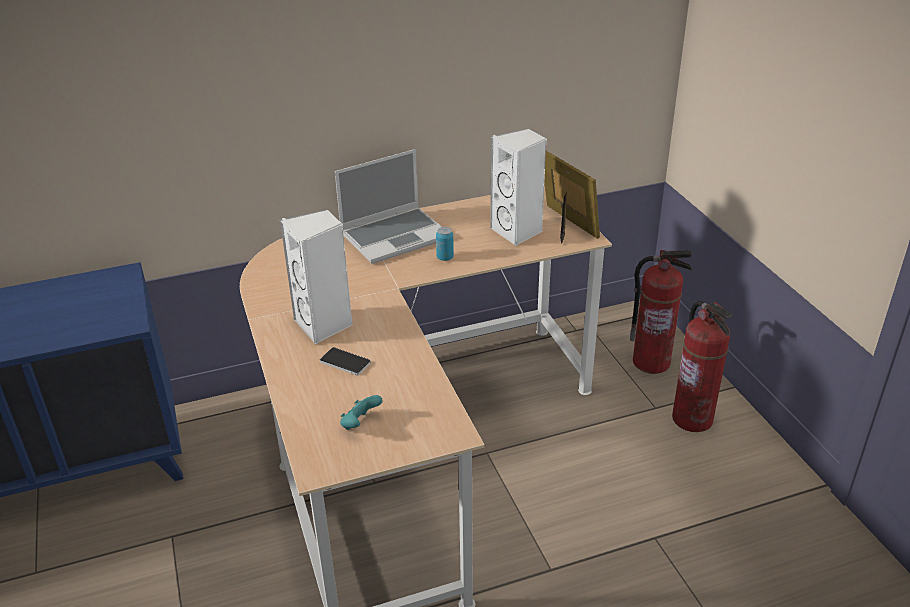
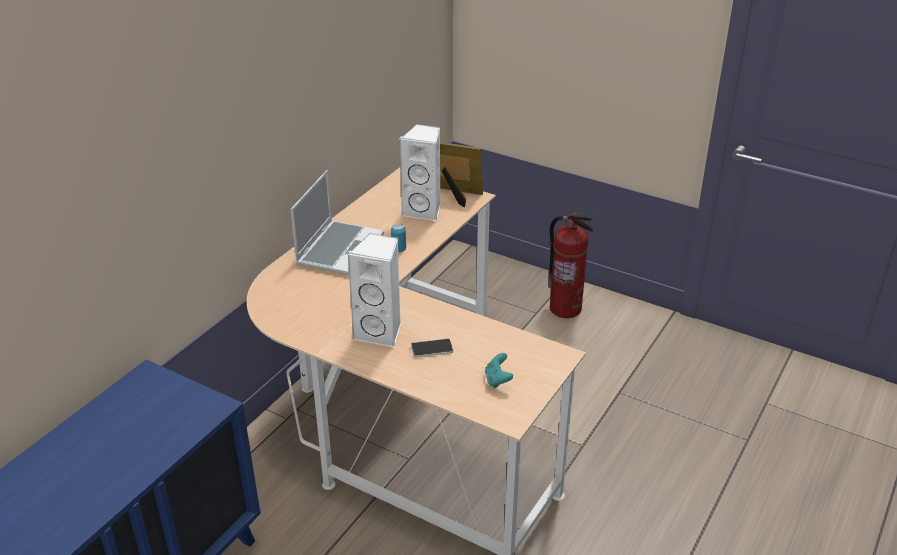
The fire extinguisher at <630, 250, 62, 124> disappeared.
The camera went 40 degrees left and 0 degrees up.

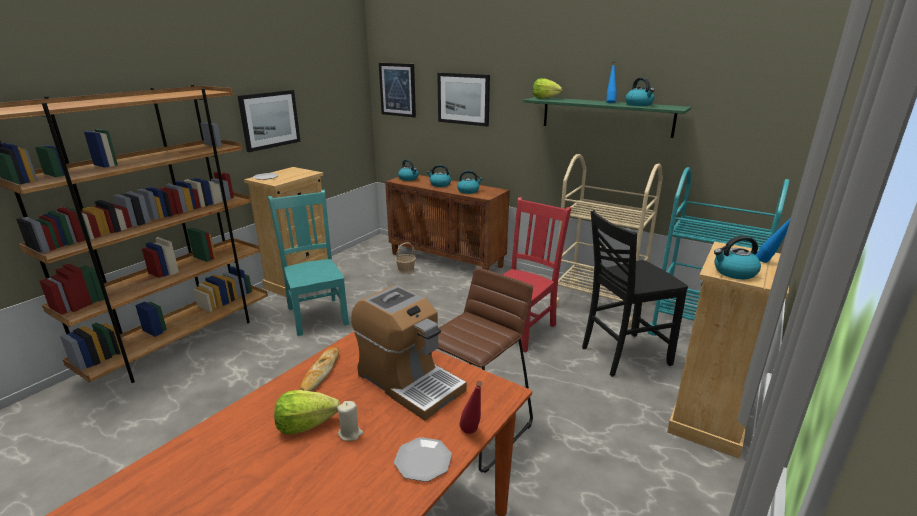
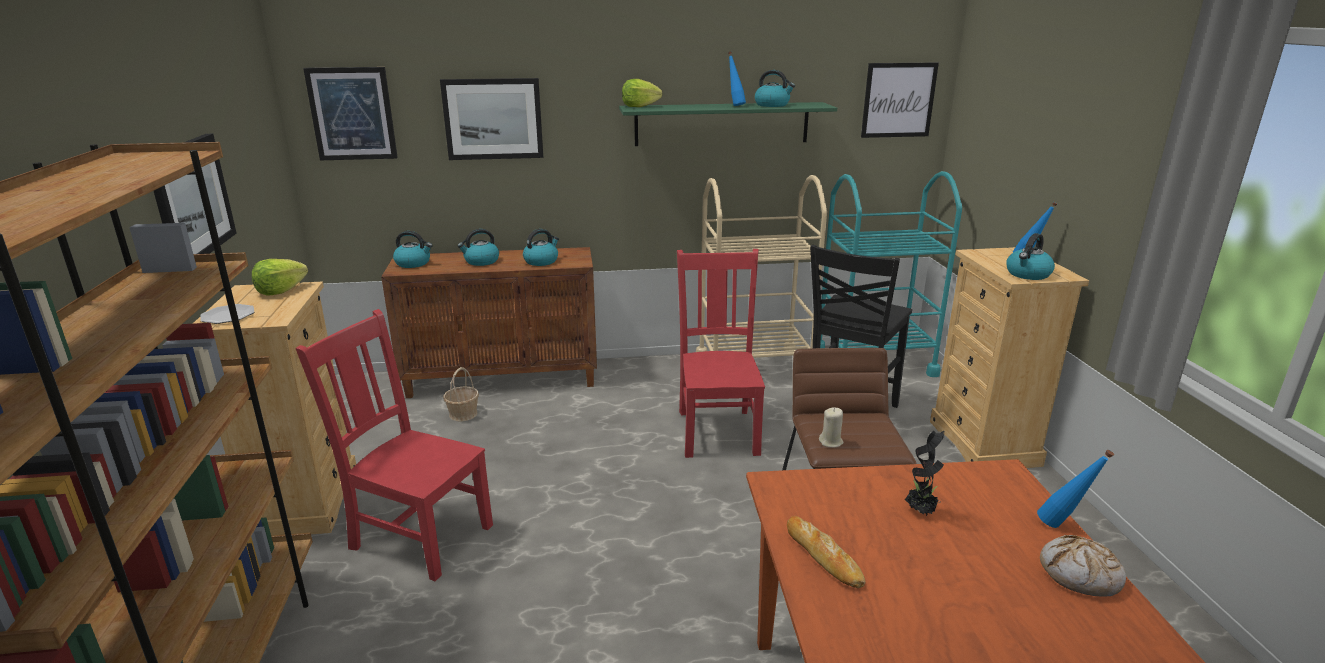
The chair in blue-green at <268, 190, 81, 146> became the chair in red-coloured at <296, 309, 197, 272>.
The lettuce head moved from <274, 390, 66, 44> to <252, 259, 56, 37>.
The wax light in beige moved from <337, 401, 26, 40> to <819, 407, 25, 41>.
The coffee machine at <351, 285, 116, 136> was replaced by the potted plant at <905, 430, 40, 86>.
The flat dish at <394, 437, 58, 45> was replaced by the bakery bread at <1040, 535, 86, 62>.
The bottle in red-coloured at <459, 381, 23, 53> became the bottle in blue-coloured at <1037, 450, 77, 78>.
The wall art at <861, 63, 78, 75> appeared.
The camera went 40 degrees left and 0 degrees up.

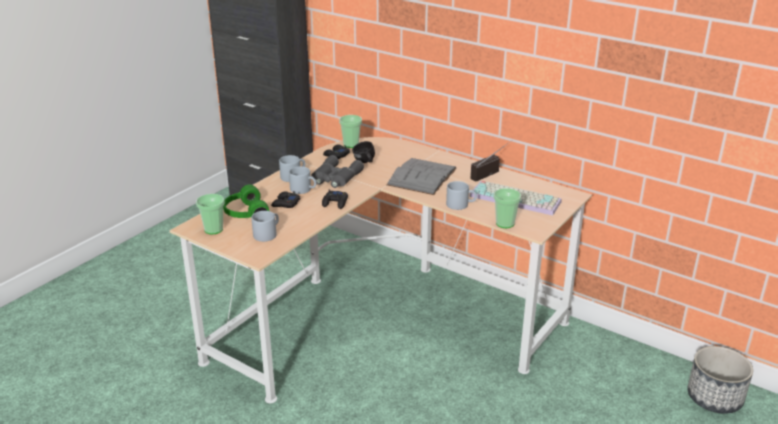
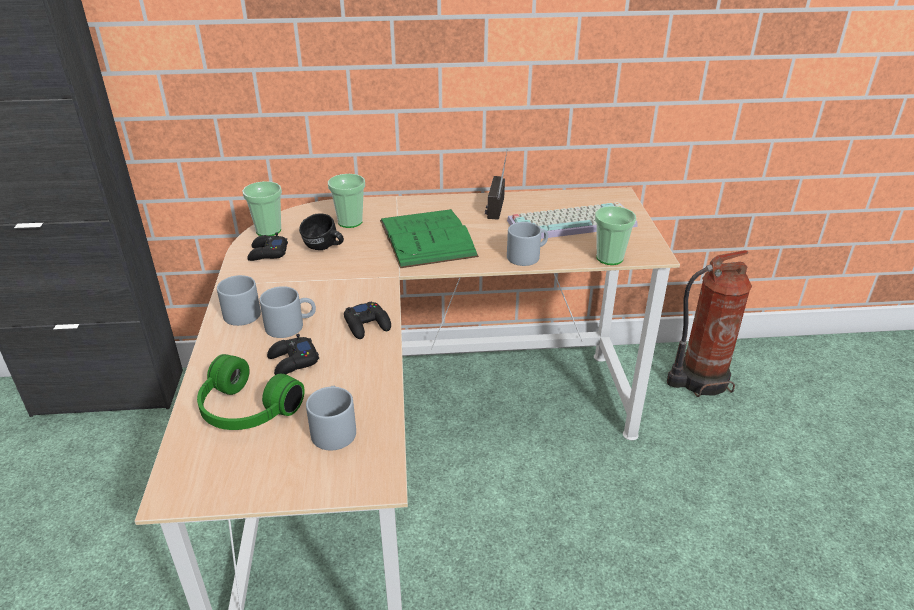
The small cup moved from <196, 194, 29, 41> to <328, 174, 37, 54>.
The pair of binoculars in gray at <311, 155, 53, 33> disappeared.
The bound book in gray at <386, 158, 71, 37> became the bound book in greenish at <380, 209, 99, 59>.
The plant pot at <687, 346, 66, 68> disappeared.
The fire extinguisher at <667, 250, 85, 147> appeared.
The camera went 40 degrees left and 5 degrees up.

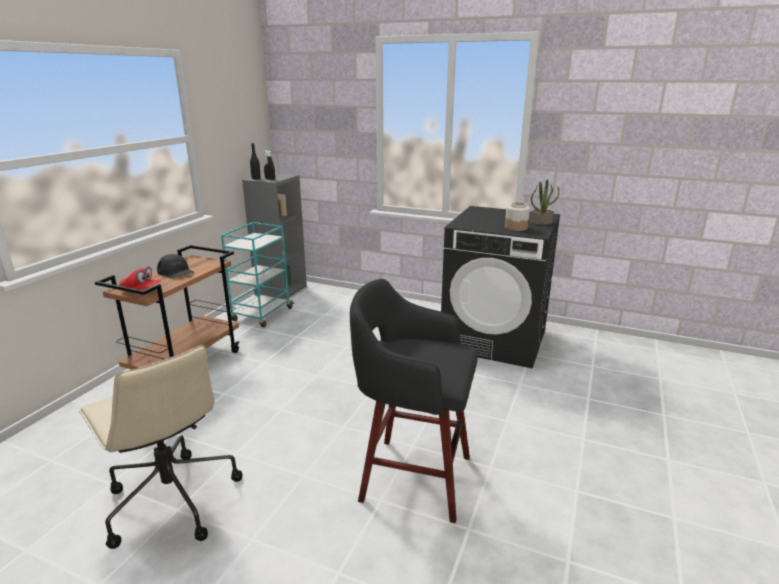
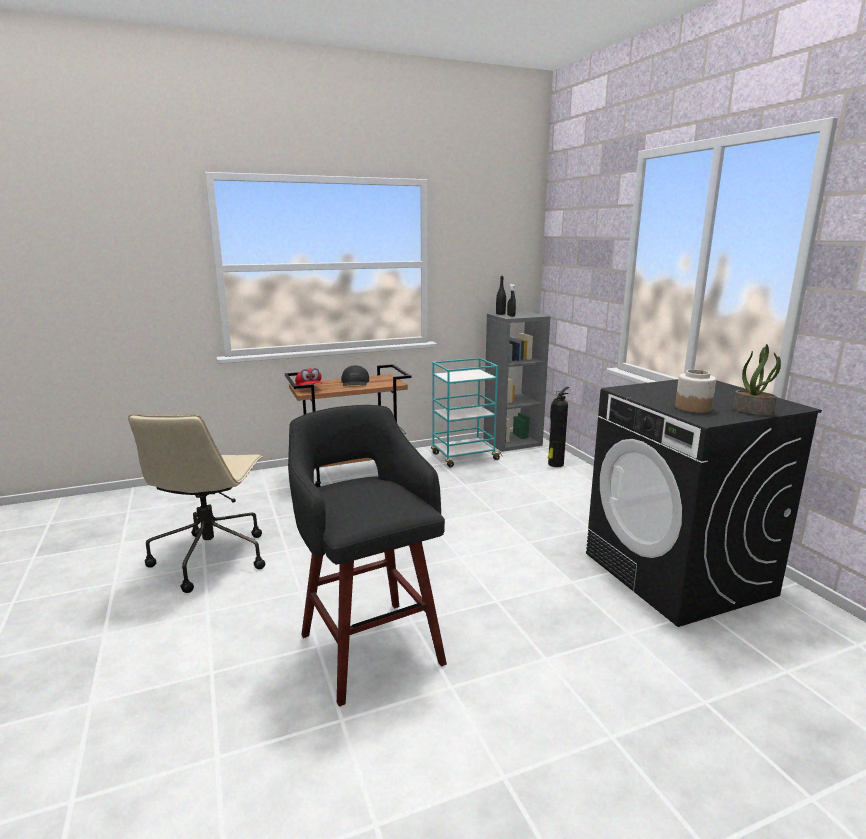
The fire extinguisher at <548, 387, 21, 80> appeared.
The camera went 45 degrees right and 5 degrees down.

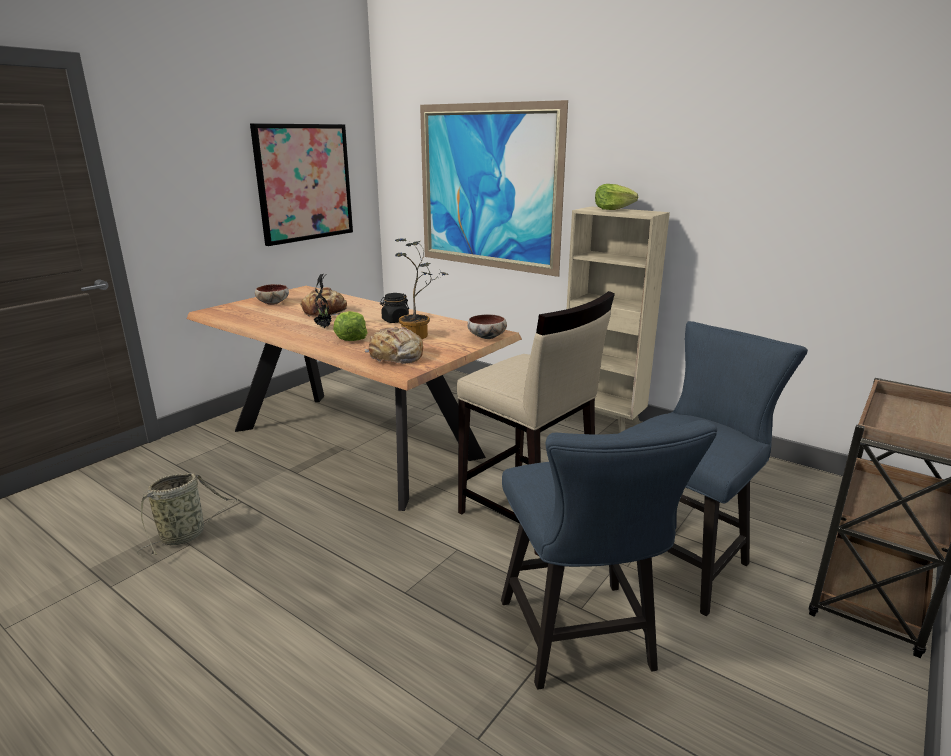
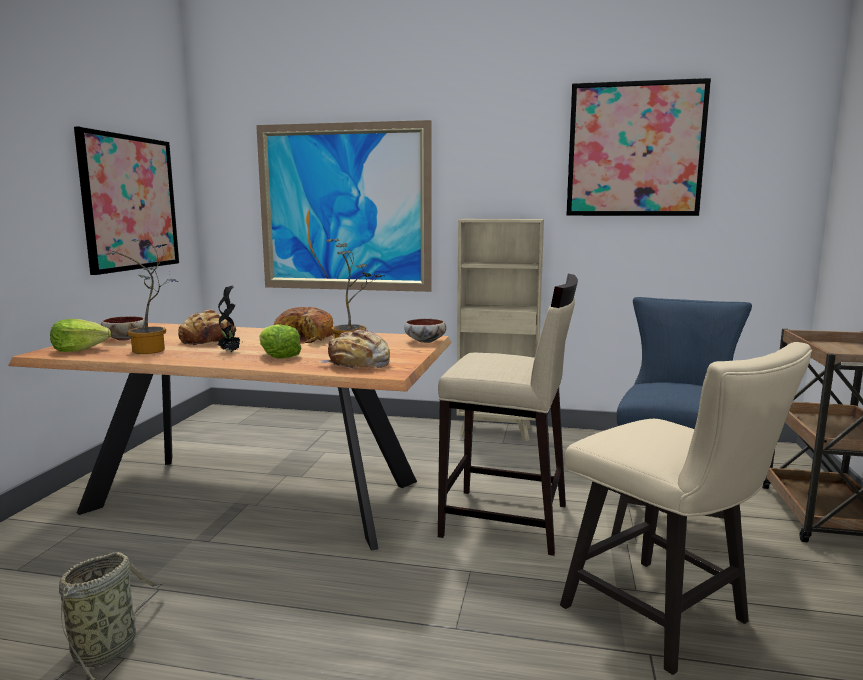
The storage jar in black-coloured at <380, 293, 29, 30> was replaced by the bakery bread at <273, 307, 61, 37>.
The chair in blue-coloured at <501, 420, 216, 269> became the chair in beige at <560, 342, 252, 333>.
The lettuce head moved from <595, 184, 43, 26> to <50, 319, 61, 33>.
The potted plant at <106, 239, 73, 115> appeared.
The wall art at <566, 78, 145, 138> appeared.
The camera went 25 degrees left and 10 degrees down.

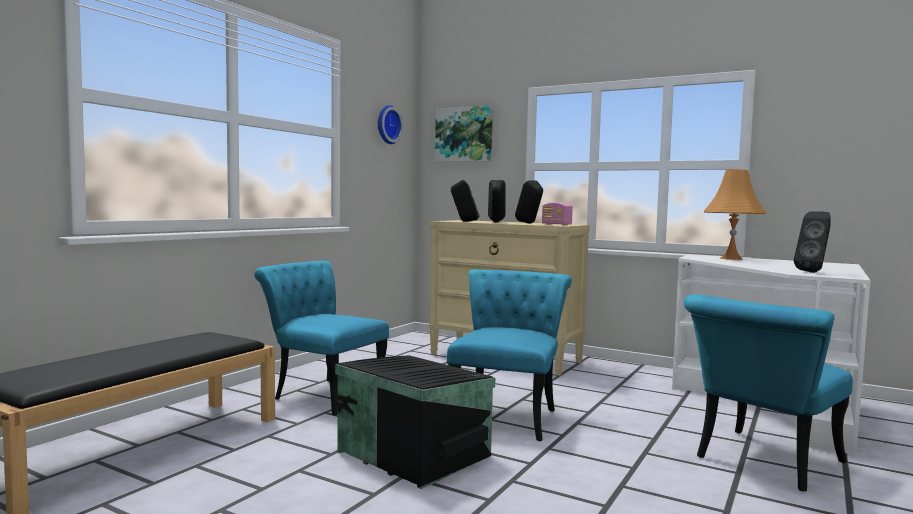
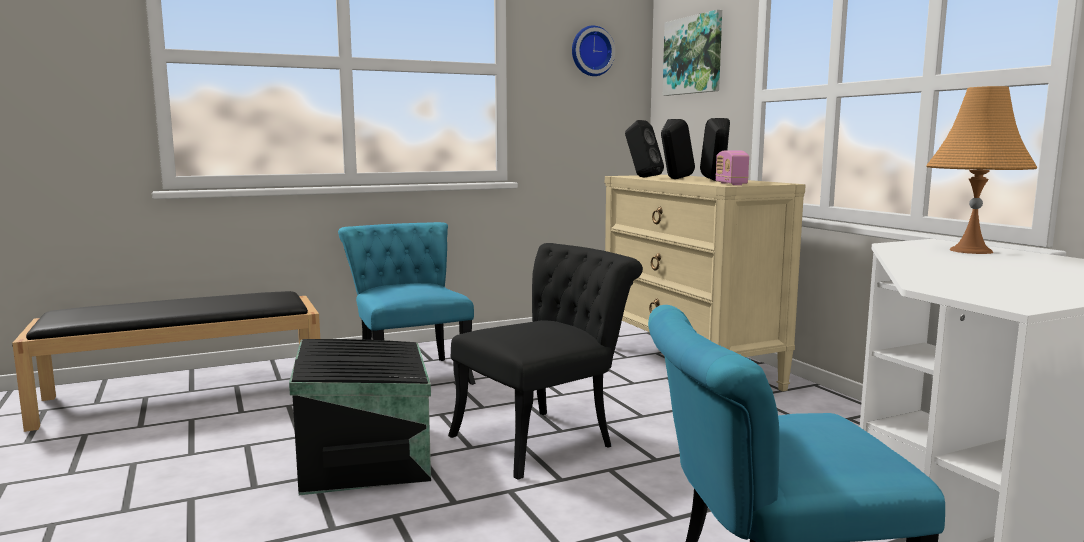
The chair in blue-green at <447, 269, 125, 172> became the chair in black-coloured at <448, 243, 195, 237>.
The speaker in black-coloured at <794, 211, 36, 62> disappeared.
The camera went 35 degrees right and 5 degrees up.

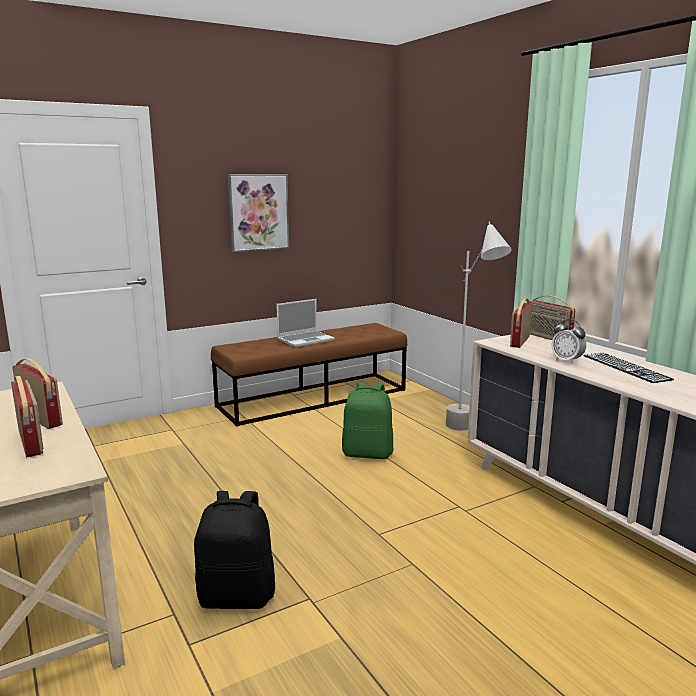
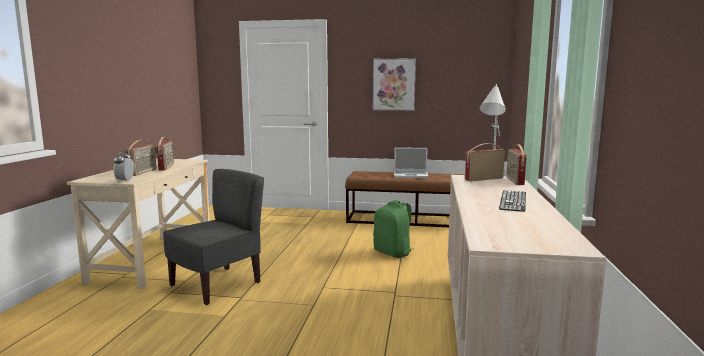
The backpack in black-coloured at <194, 491, 81, 118> was replaced by the chair in gray at <163, 169, 101, 136>.
The alarm clock moved from <552, 319, 34, 45> to <113, 150, 21, 33>.
The camera went 40 degrees right and 5 degrees down.

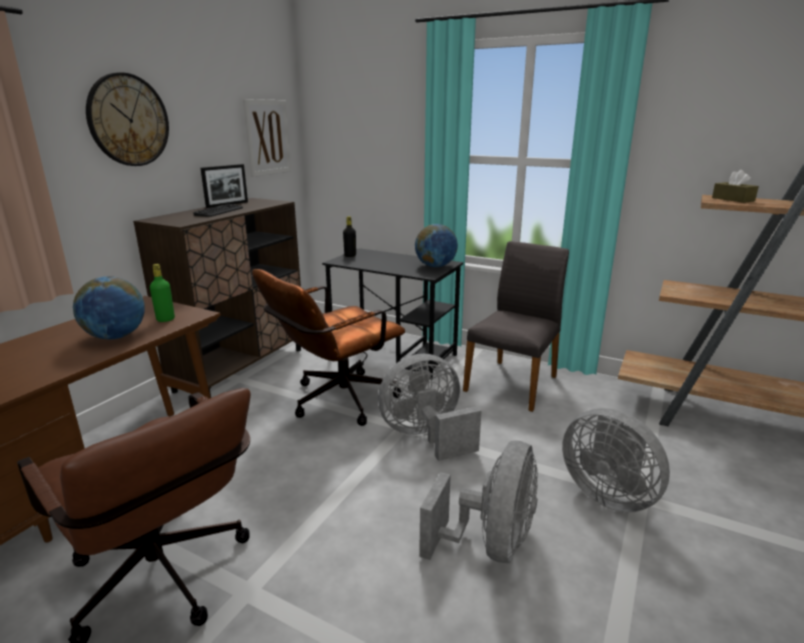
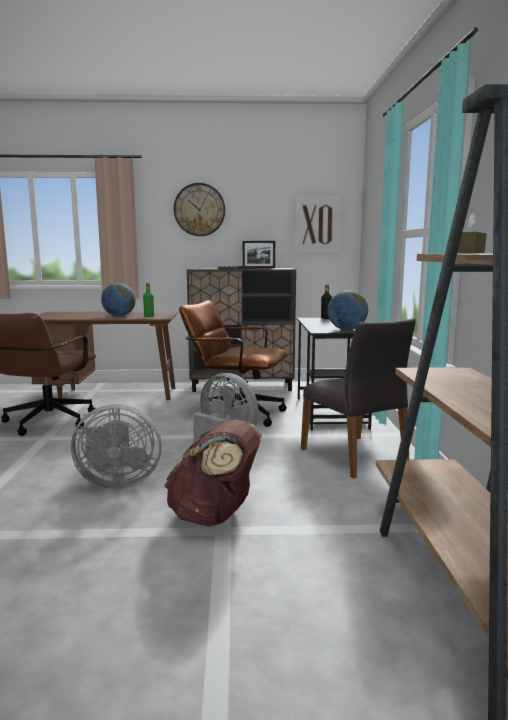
The chair in gray at <463, 241, 106, 171> turned 60 degrees clockwise.
The electric fan in gray at <562, 408, 108, 104> was replaced by the backpack in brownish at <165, 420, 97, 106>.
The camera went 60 degrees right and 10 degrees down.

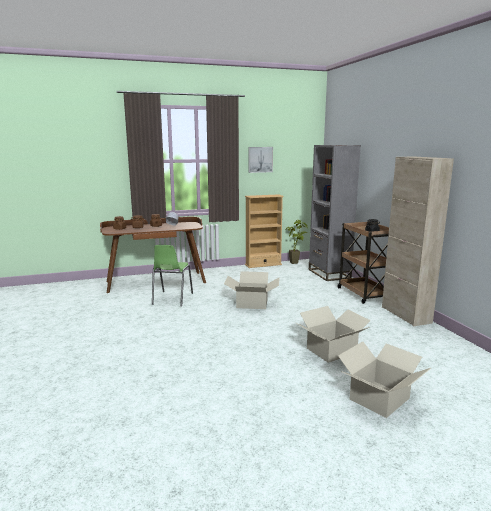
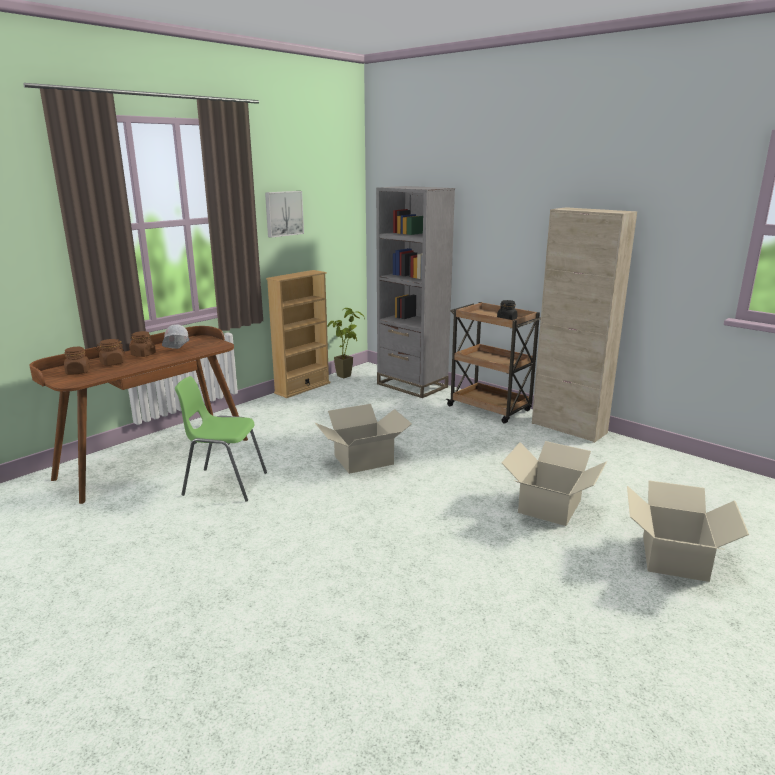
The chair in greenish at <152, 245, 41, 61> turned 120 degrees clockwise.
The camera went 30 degrees left and 5 degrees up.

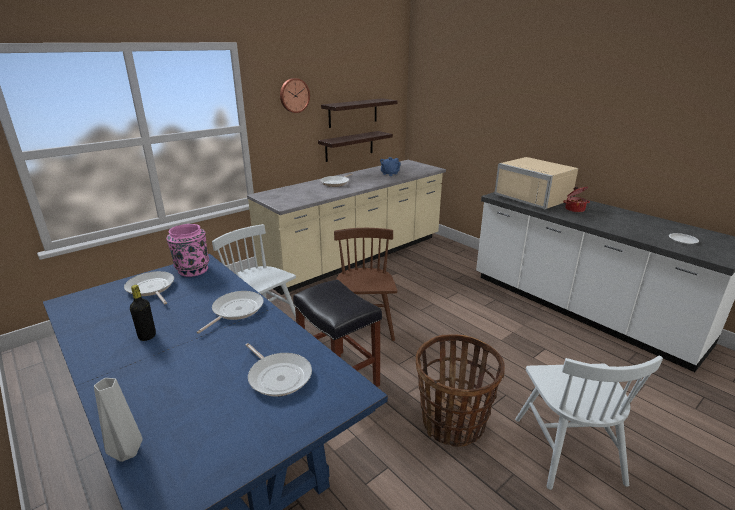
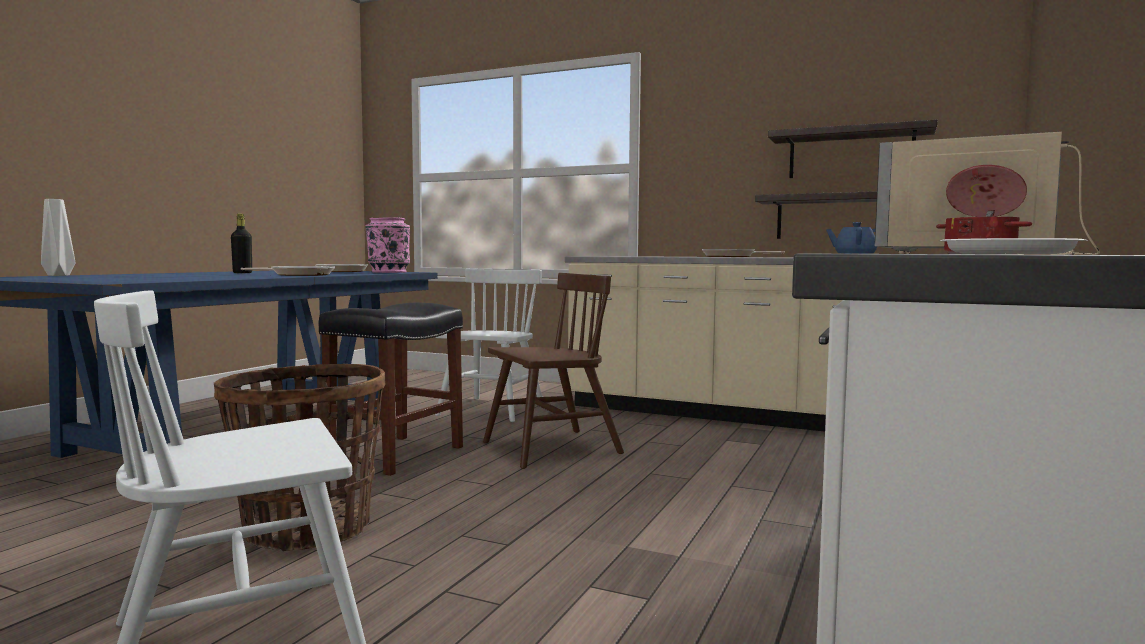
The frying pan at <246, 343, 66, 54> disappeared.
The wall clock at <280, 78, 30, 35> disappeared.
The camera went 65 degrees right and 20 degrees down.

